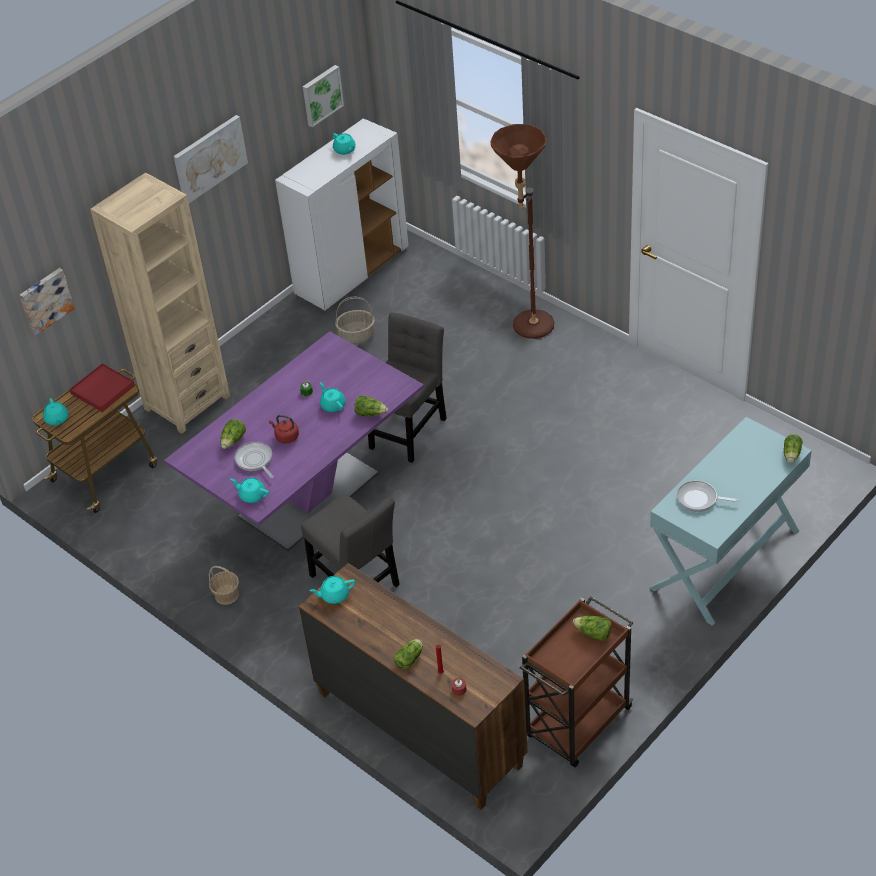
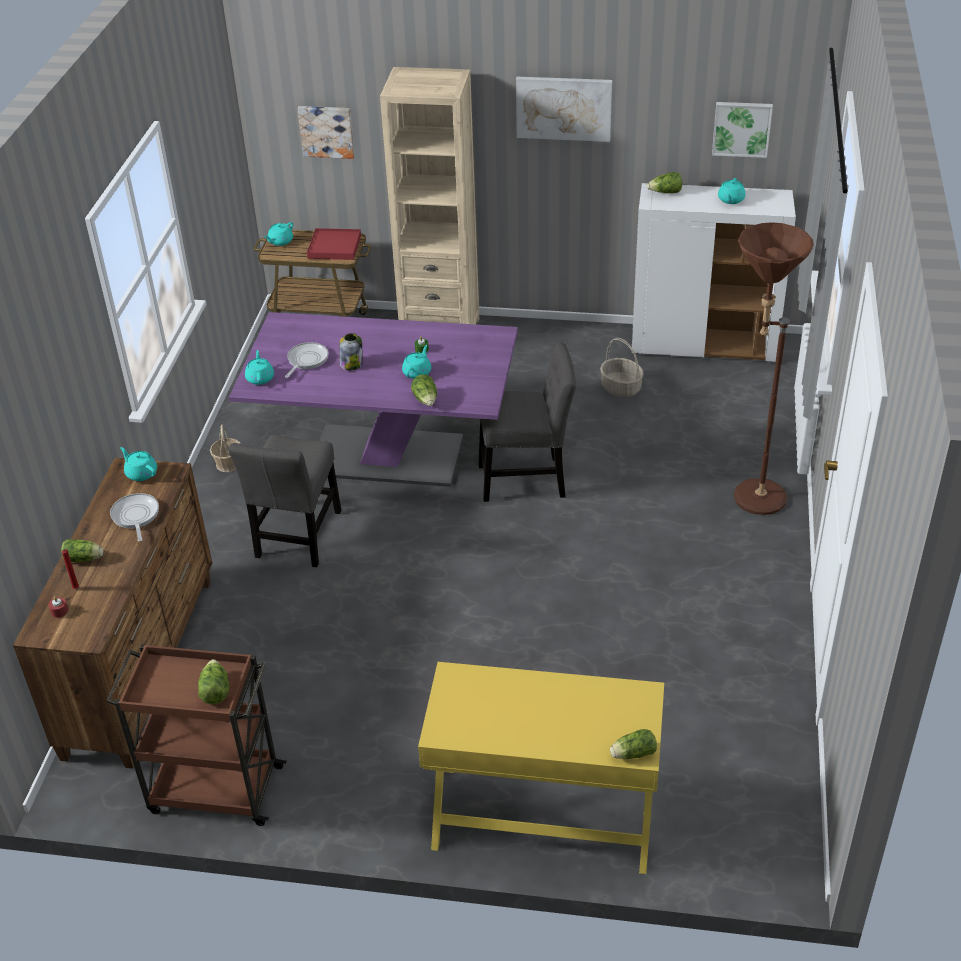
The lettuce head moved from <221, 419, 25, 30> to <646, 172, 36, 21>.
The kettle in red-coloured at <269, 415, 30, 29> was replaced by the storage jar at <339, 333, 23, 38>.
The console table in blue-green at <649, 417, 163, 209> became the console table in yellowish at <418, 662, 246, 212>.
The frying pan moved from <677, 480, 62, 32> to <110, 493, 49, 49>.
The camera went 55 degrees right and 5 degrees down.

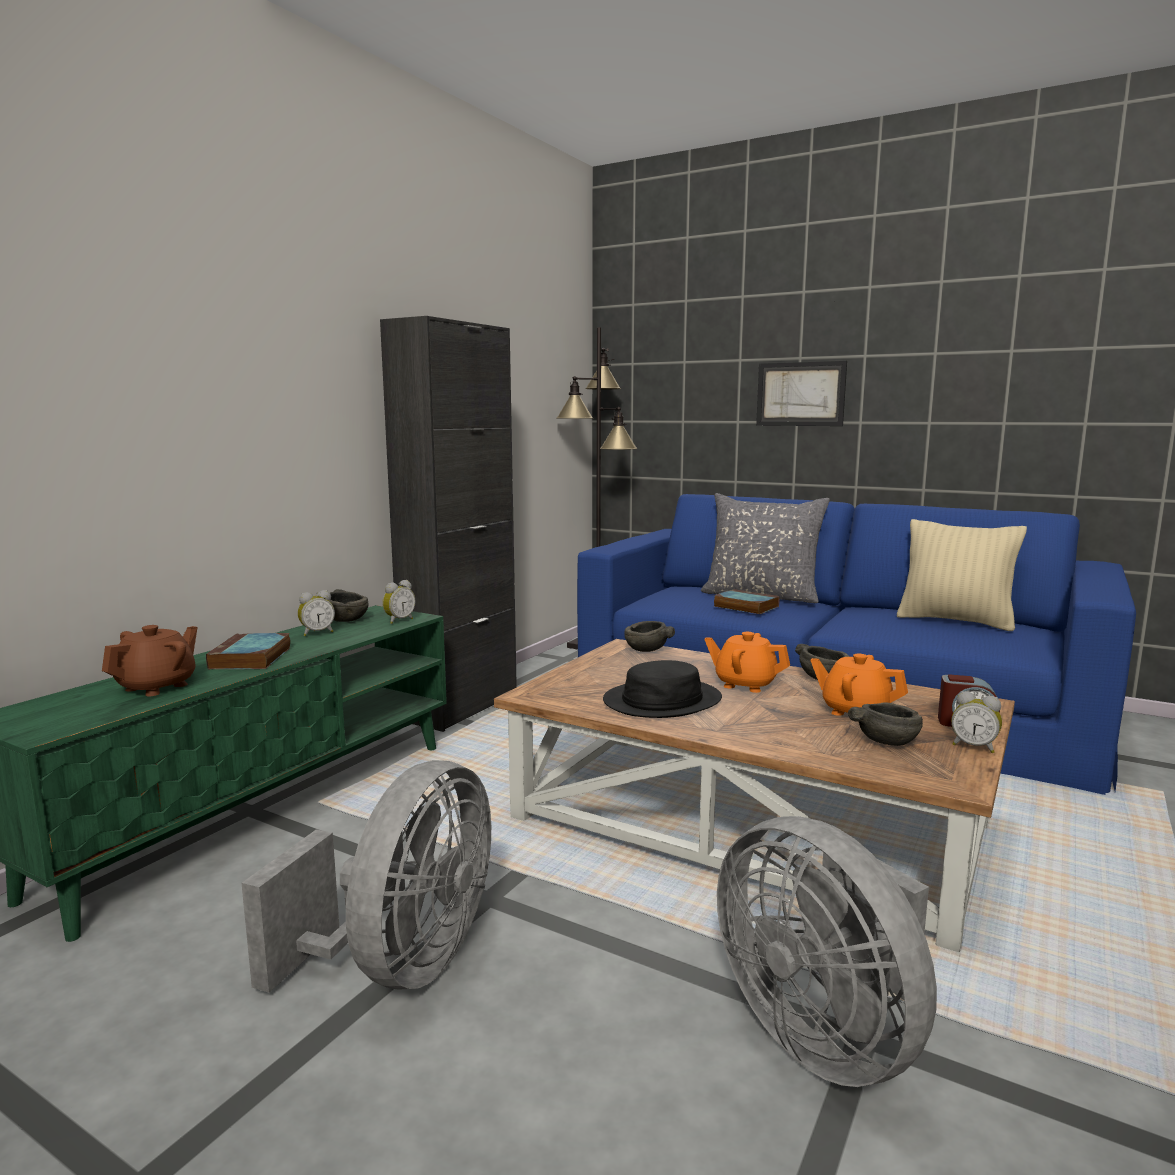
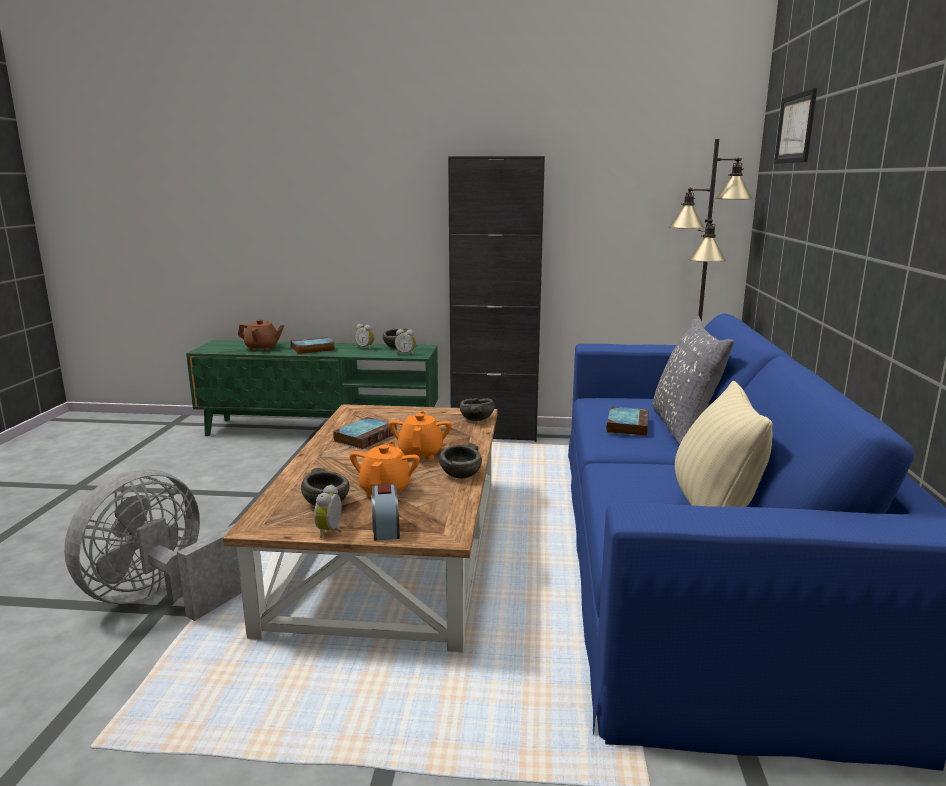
The electric fan in gray at <242, 760, 249, 233> disappeared.
The clothing hat in black-coloured at <603, 660, 119, 58> was replaced by the bound book at <333, 417, 64, 32>.
The wall art moved from <756, 361, 91, 65> to <774, 88, 43, 76>.
The camera went 65 degrees right and 5 degrees up.

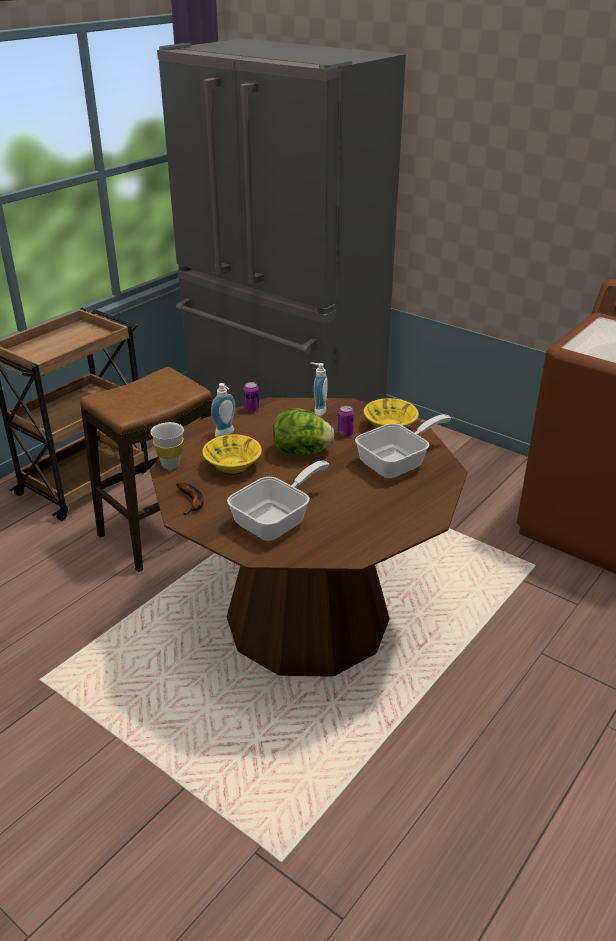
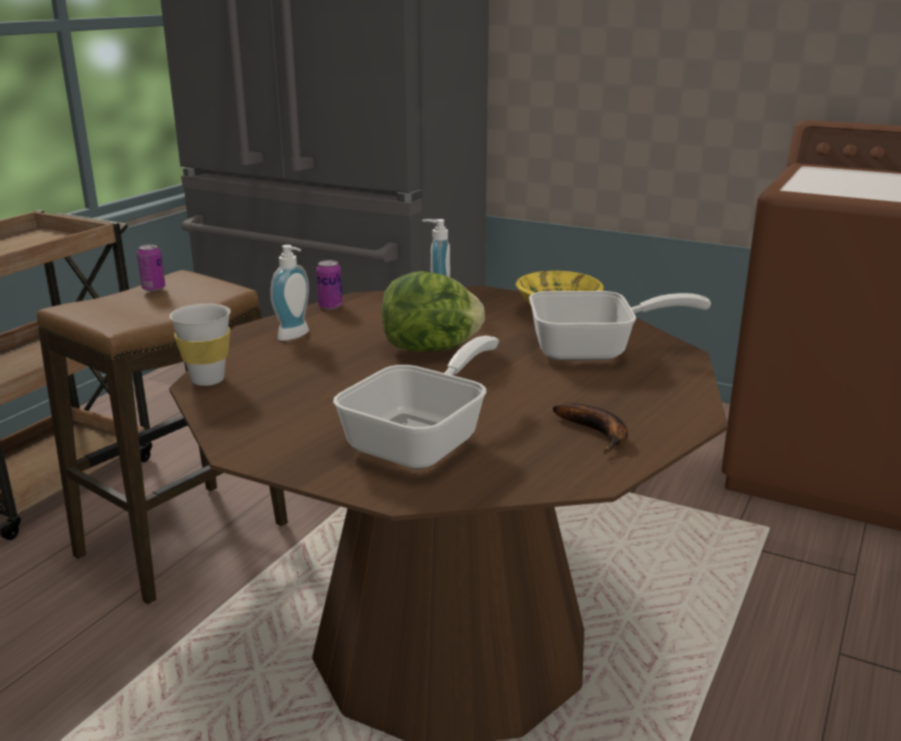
The banana moved from <176, 482, 28, 33> to <553, 402, 75, 52>.
The serving bowl in yellowish at <202, 434, 60, 41> disappeared.
The can moved from <338, 405, 16, 32> to <137, 244, 28, 47>.
The frying pan at <355, 415, 96, 63> turned 45 degrees clockwise.
The camera went 10 degrees left and 10 degrees down.

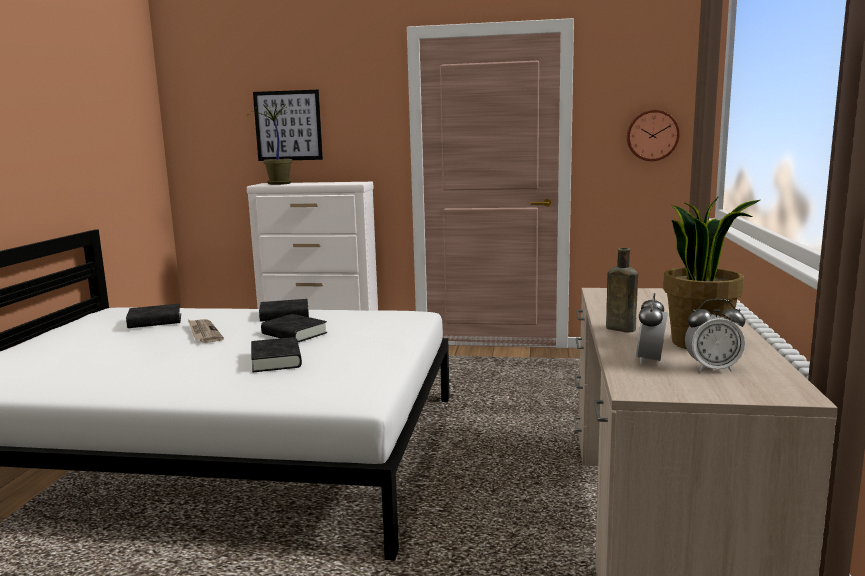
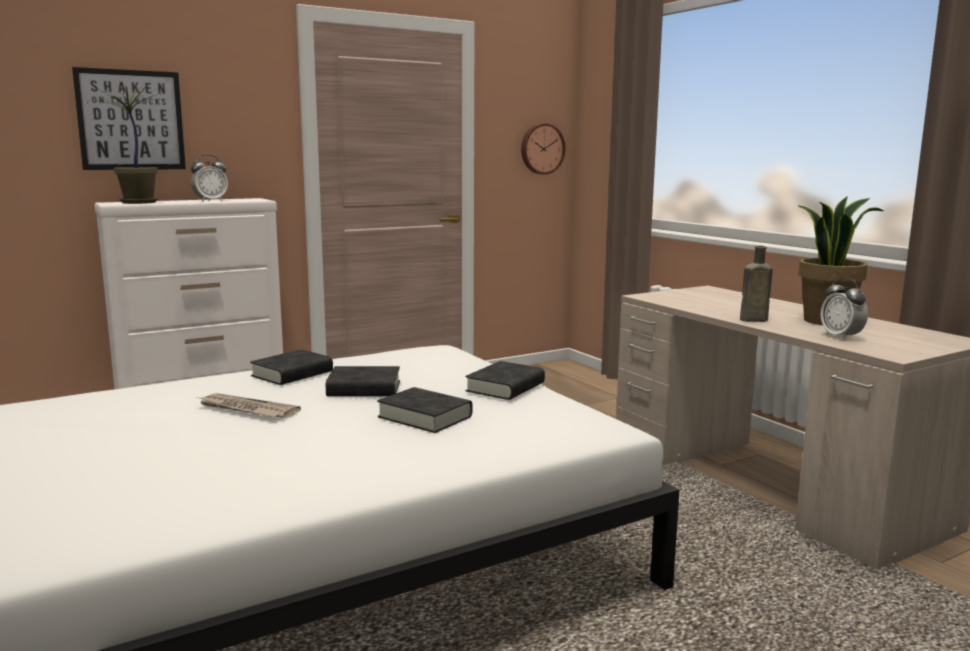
The bound book in black-coloured moved from <126, 304, 55, 24> to <466, 361, 79, 39>.
The alarm clock moved from <685, 299, 60, 73> to <191, 155, 37, 47>.
The camera went 40 degrees left and 0 degrees up.

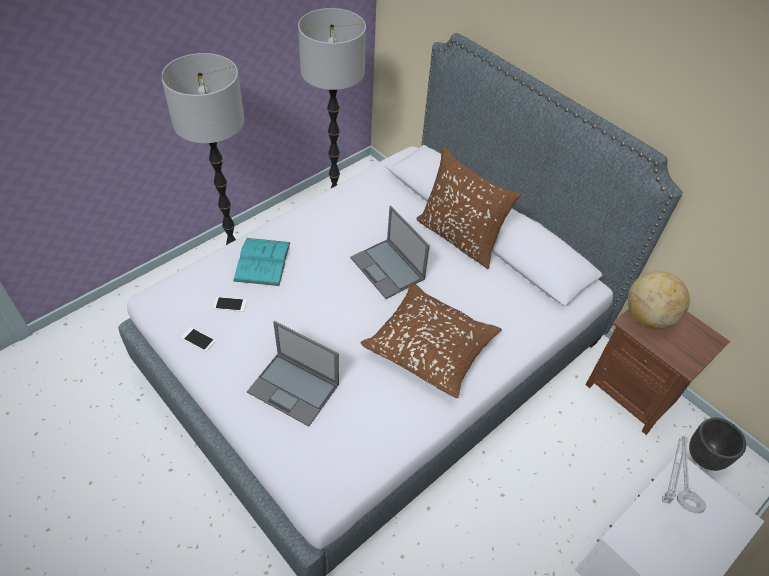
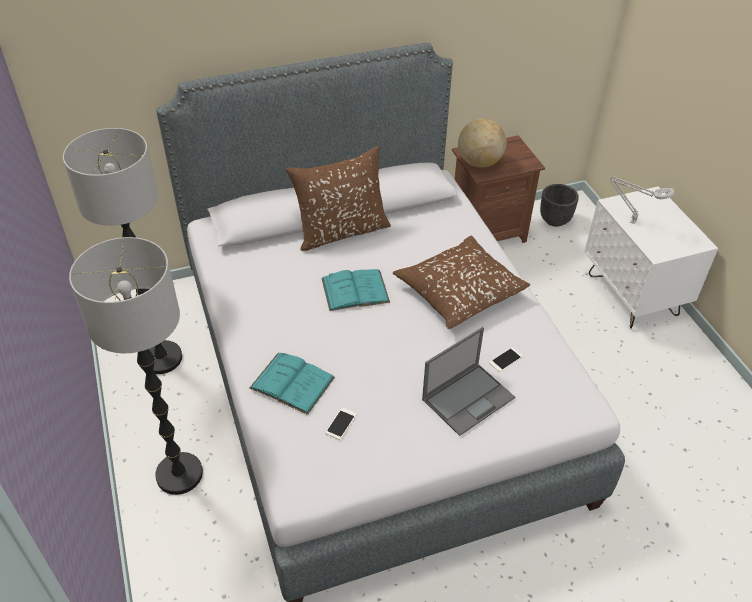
The handset moved from <181, 327, 35, 25> to <489, 347, 34, 25>.
The portable computer at <350, 206, 80, 93> was replaced by the bound book in blue-green at <322, 269, 68, 42>.
The camera went 65 degrees left and 5 degrees down.

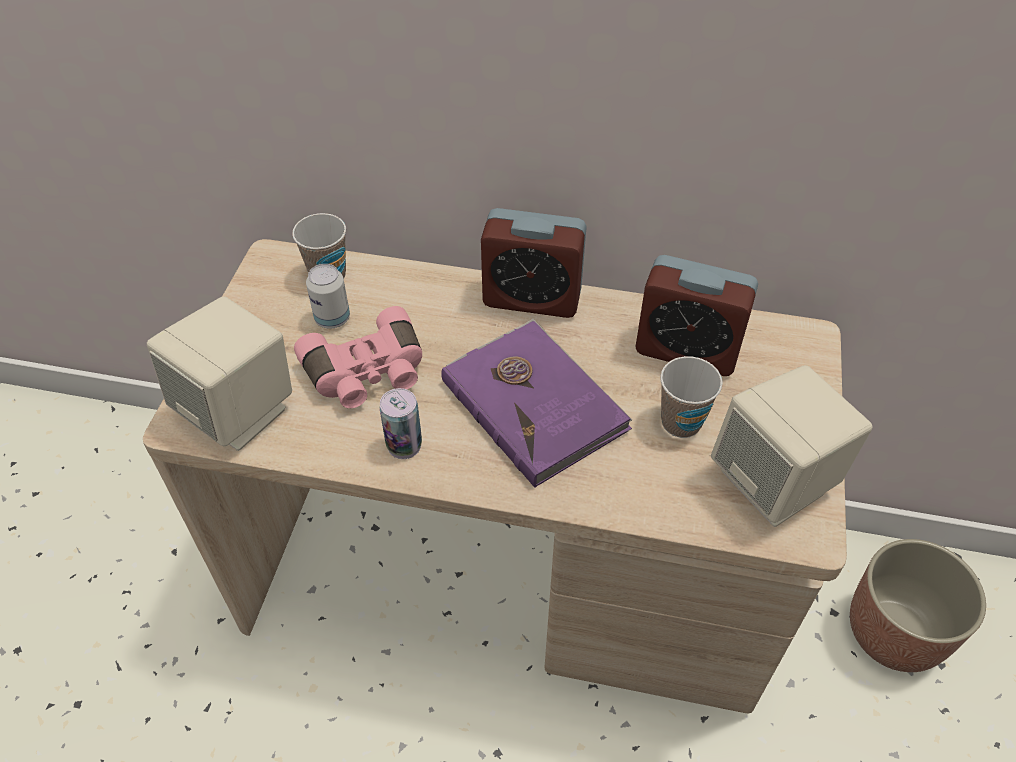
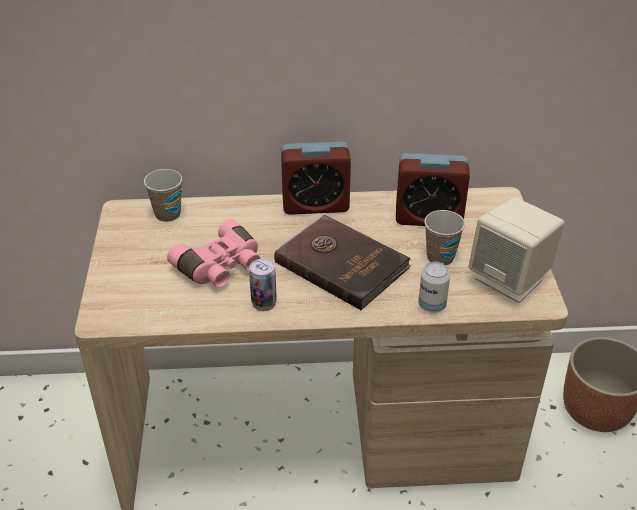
The speaker in beige at <147, 296, 145, 155> disappeared.
The can moved from <306, 264, 44, 65> to <418, 262, 32, 51>.
The bound book in purplish at <441, 319, 191, 169> became the bound book in brownish at <274, 214, 137, 96>.
The camera went 15 degrees left and 10 degrees down.

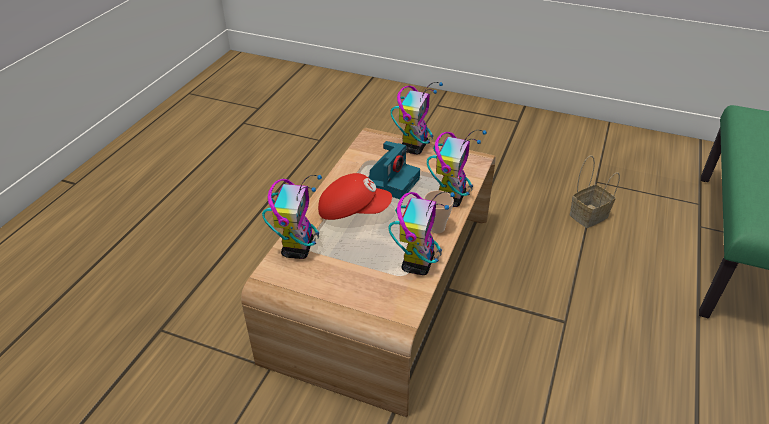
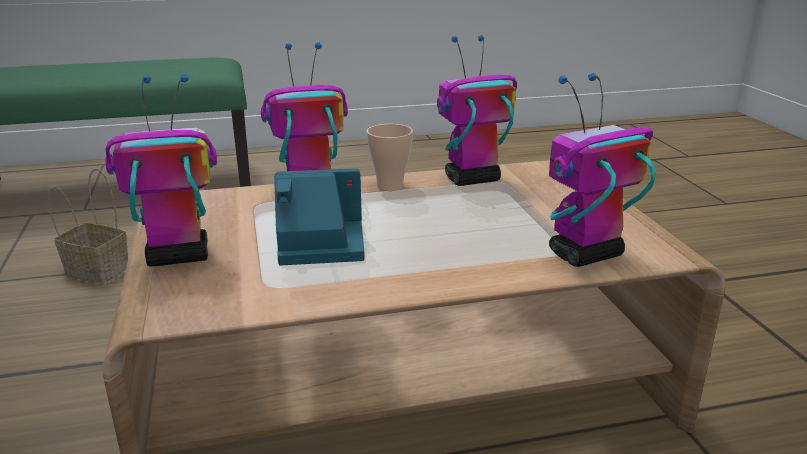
The cap in red-coloured at <318, 173, 74, 47> disappeared.
The camera went 125 degrees left and 15 degrees down.

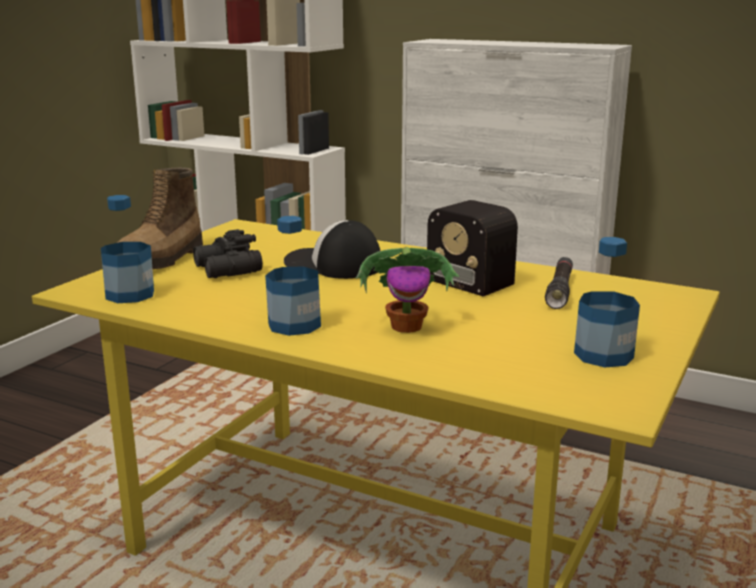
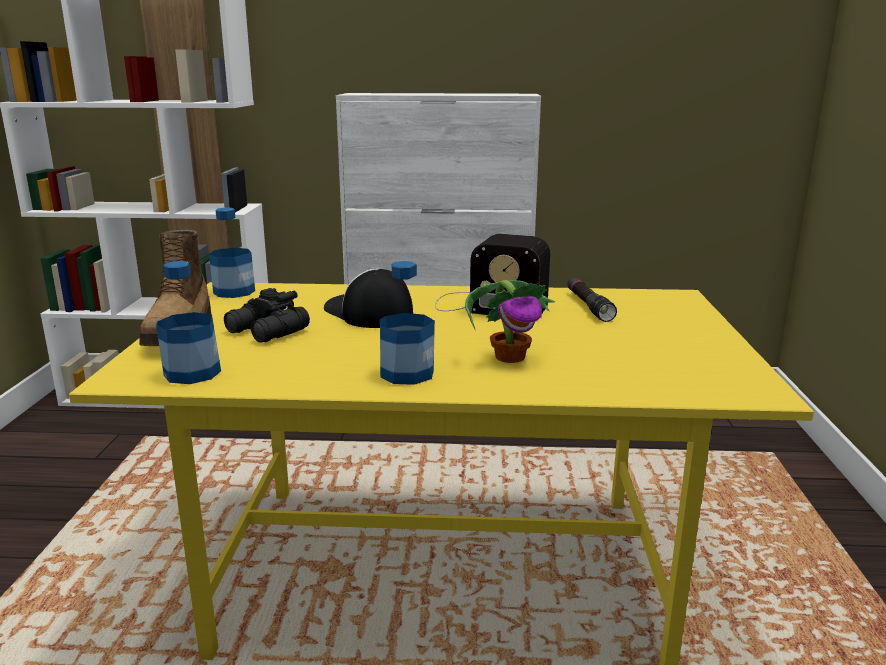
The cap at <284, 220, 96, 59> turned 45 degrees clockwise.
The bottle moved from <574, 237, 66, 130> to <209, 208, 46, 90>.
The camera went 25 degrees left and 0 degrees up.

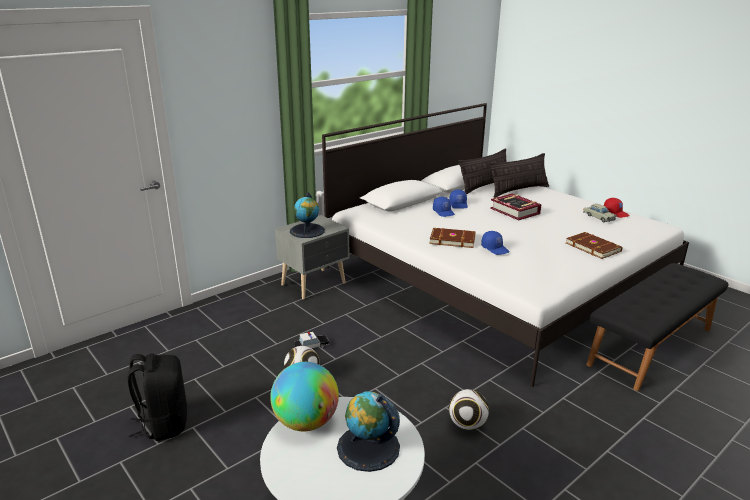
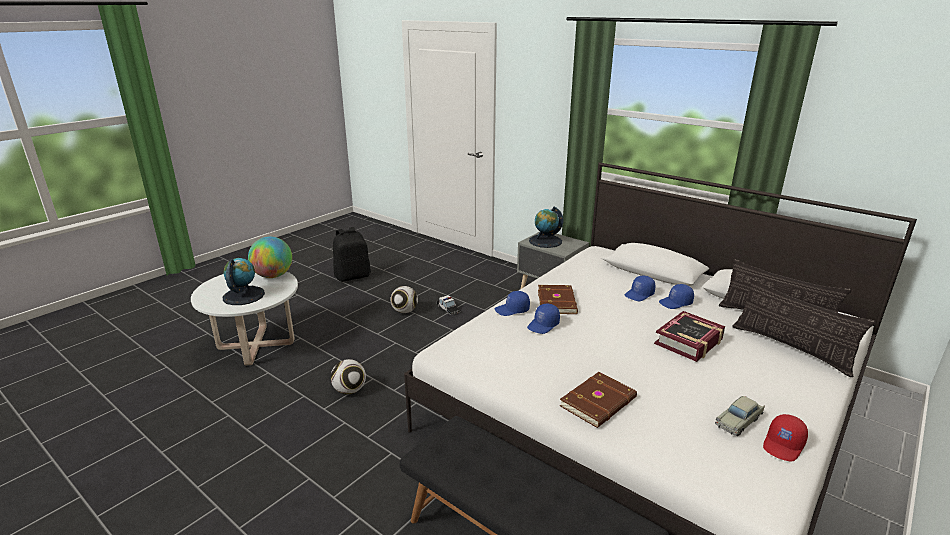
The cap in blue-coloured at <495, 291, 35, 25> appeared.
The camera went 80 degrees right and 0 degrees up.

